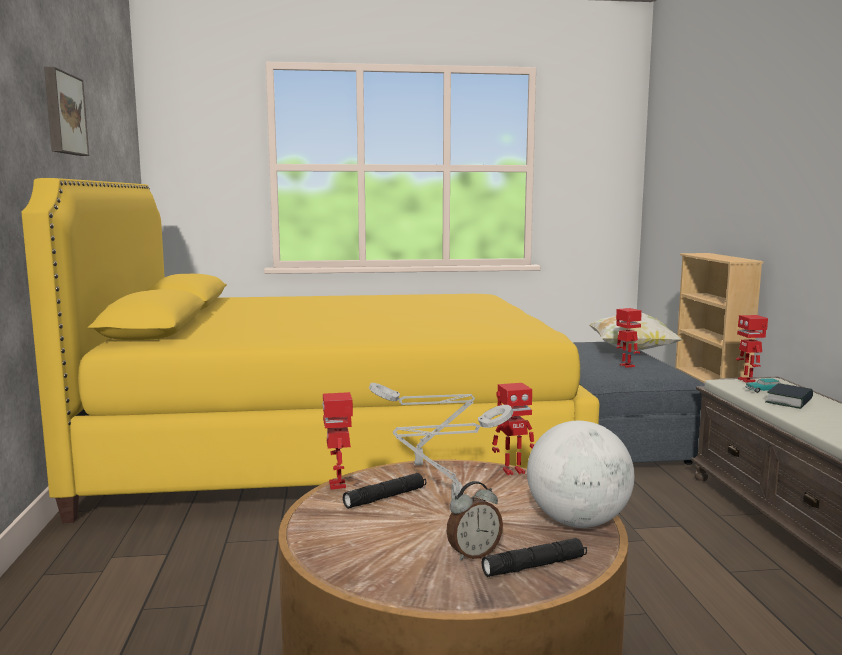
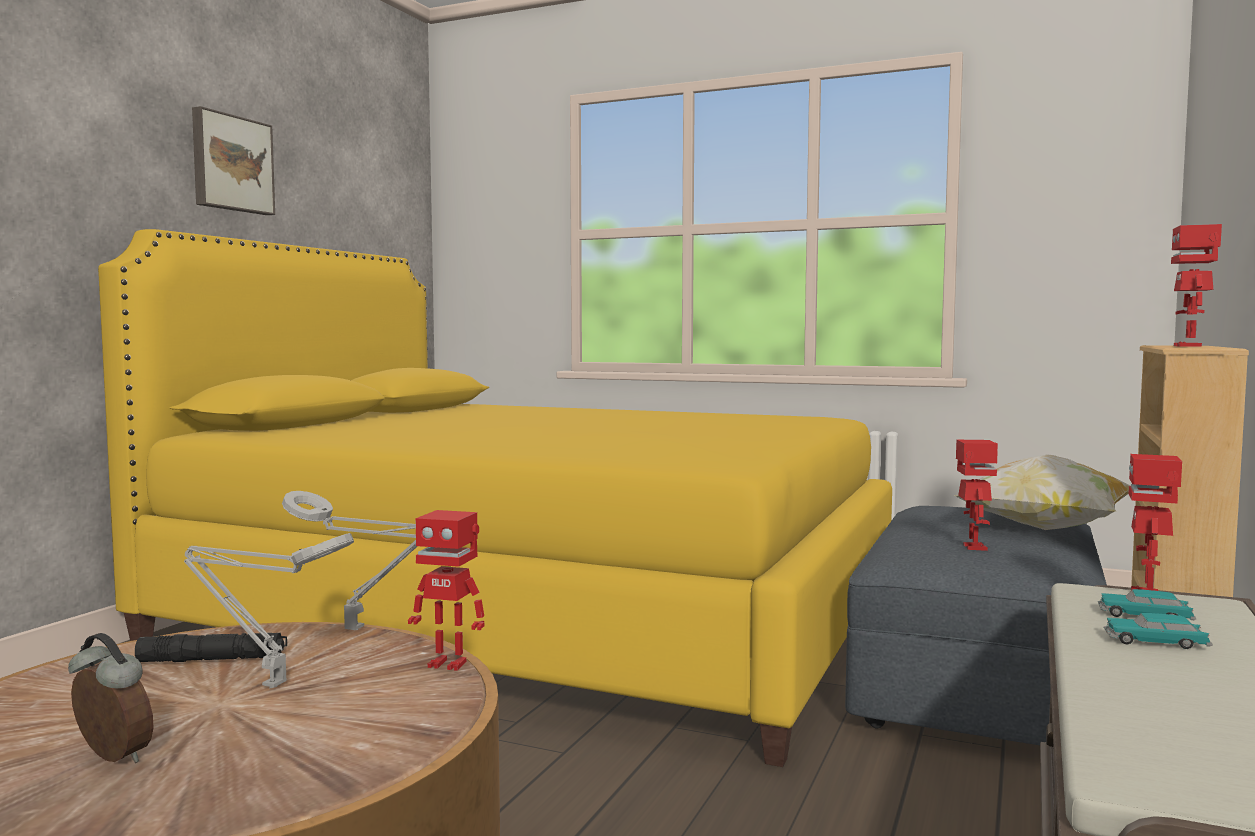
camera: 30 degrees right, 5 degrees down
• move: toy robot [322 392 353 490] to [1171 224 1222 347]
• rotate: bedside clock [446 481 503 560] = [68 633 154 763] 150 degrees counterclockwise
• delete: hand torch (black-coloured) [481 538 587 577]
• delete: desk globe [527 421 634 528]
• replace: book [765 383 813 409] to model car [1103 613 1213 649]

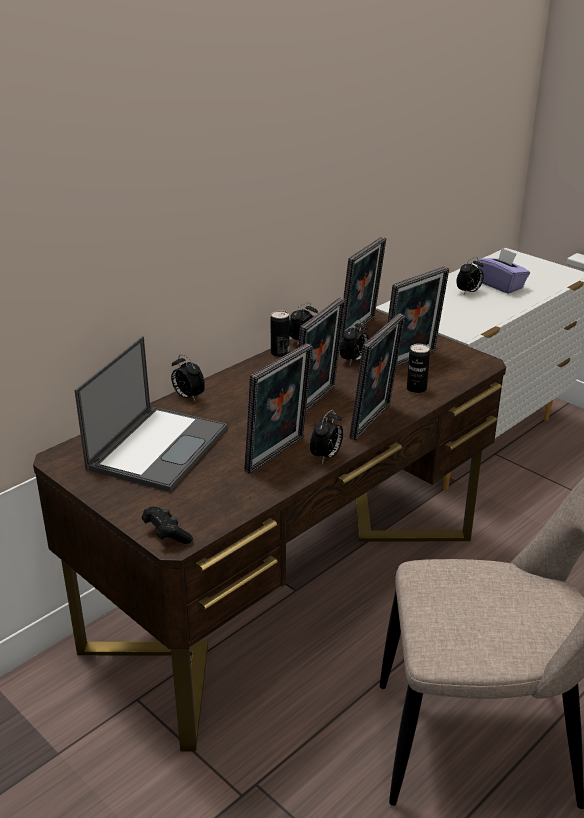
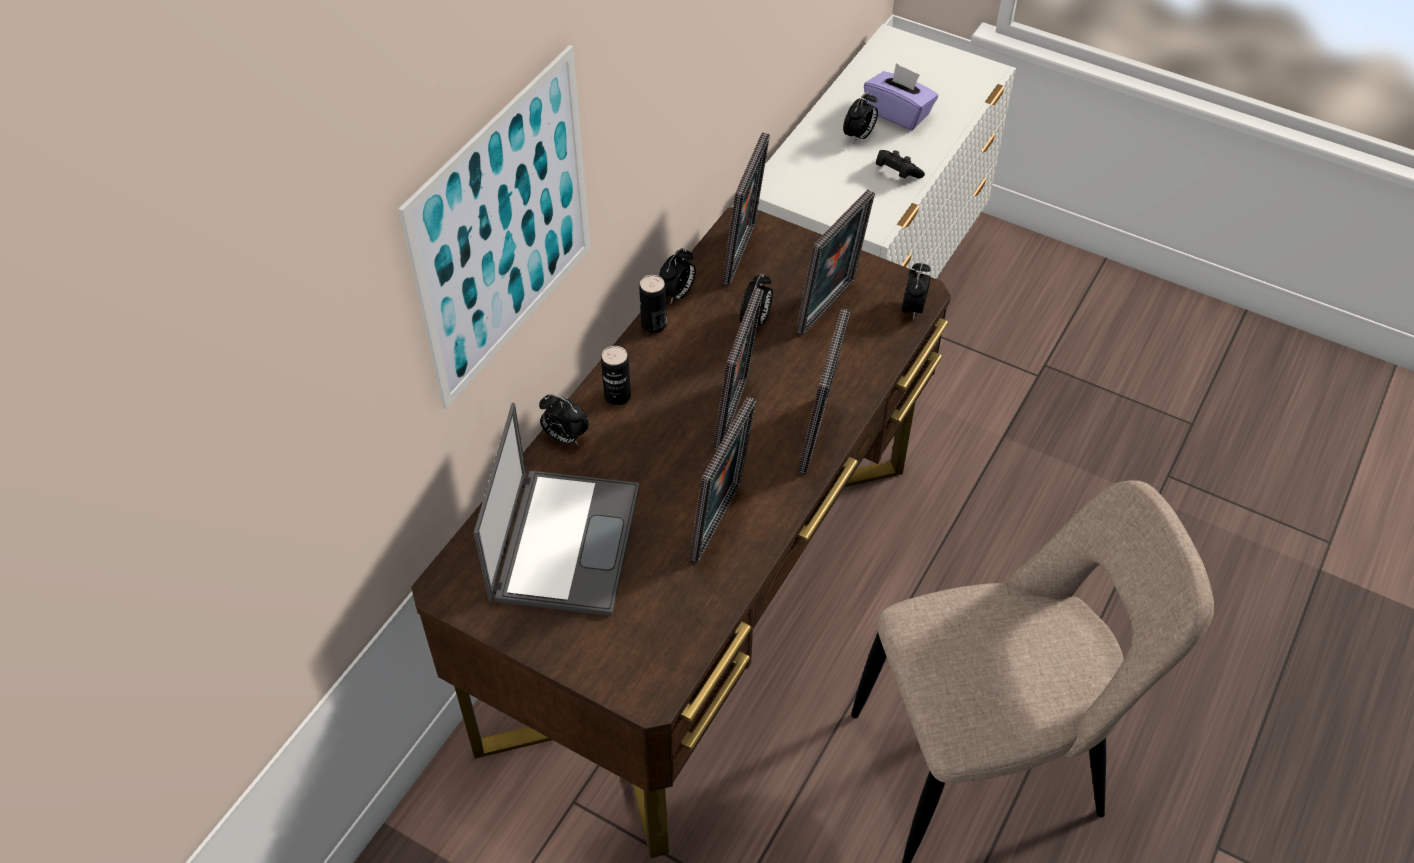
camera: 15 degrees left, 20 degrees up
• move: game controller (black-coloured) [142 506 193 544] to [875 150 925 179]
• move: bedside clock [310 410 343 463] to [902 262 931 320]
• move: can [407 344 430 394] to [601 346 631 405]
• insert: wall picture [398 45 590 409]

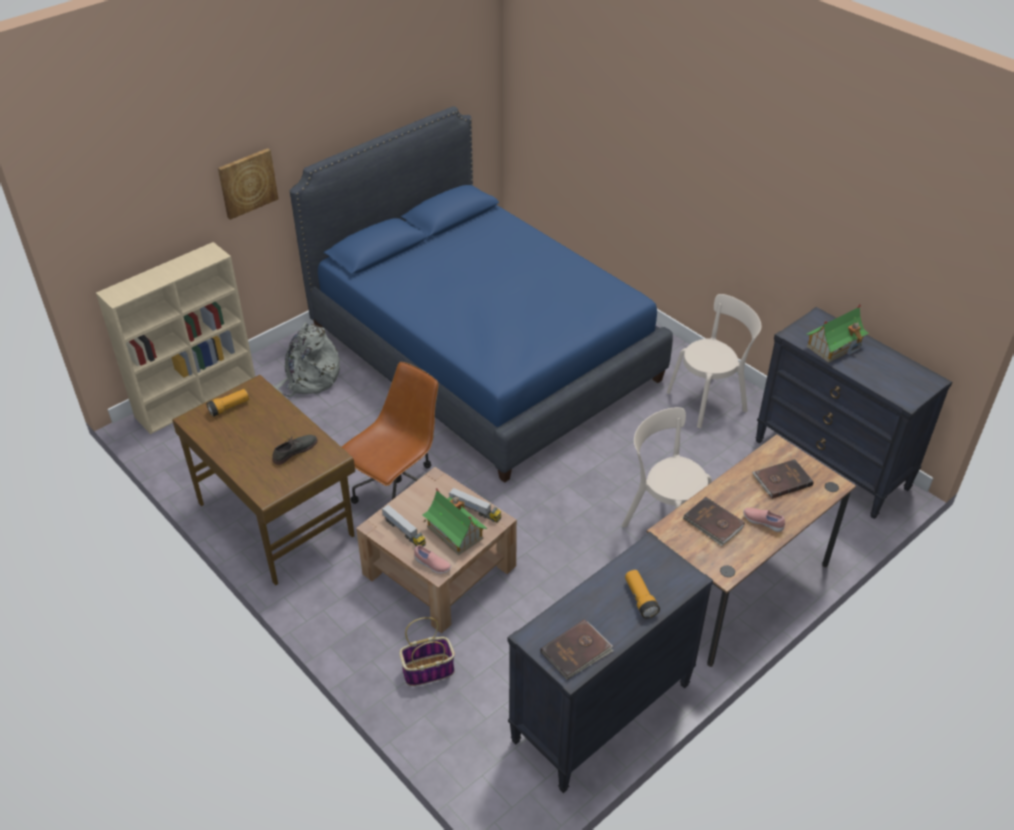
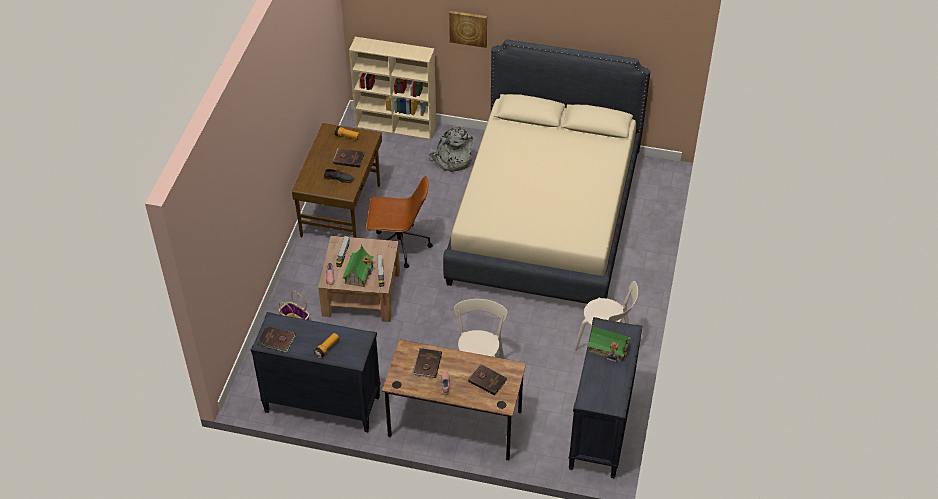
camera: 55 degrees right, 5 degrees up
• recolor: bed (bluish) [290 106 673 483] to bed (sand-coloured) [443 39 651 304]
• insert: book (brown) [333 148 365 168]

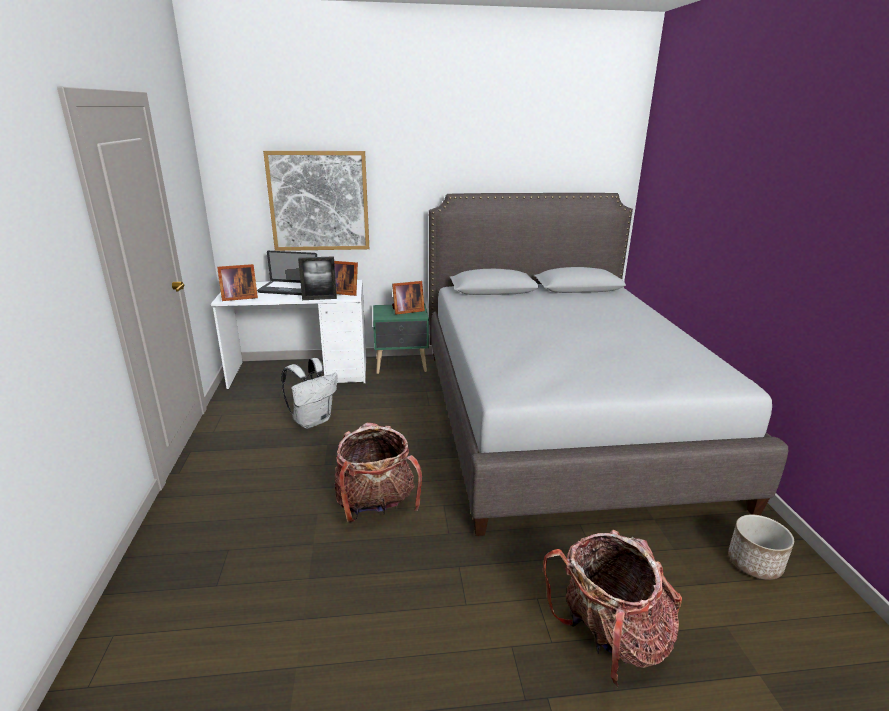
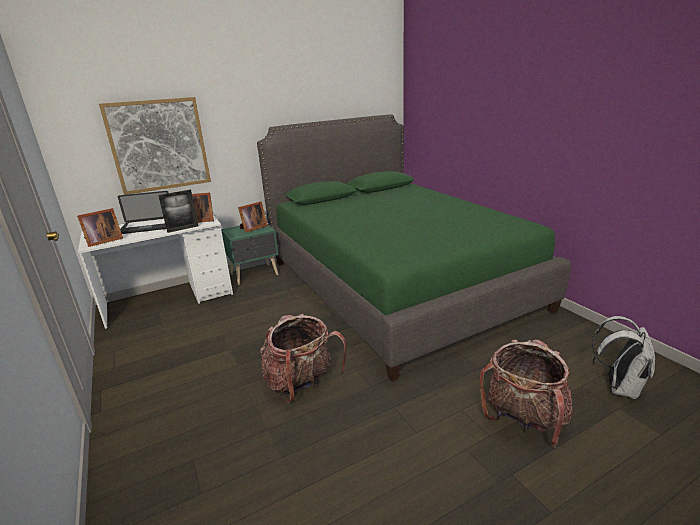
camera: 20 degrees left, 0 degrees up
• move: knapsack (white-coloured) [281 358 338 429] to [592 316 655 399]
• recolor: bed (gray) [429 193 788 536] to bed (green-coloured) [257 114 571 382]
• delete: flower pot [728 514 794 580]

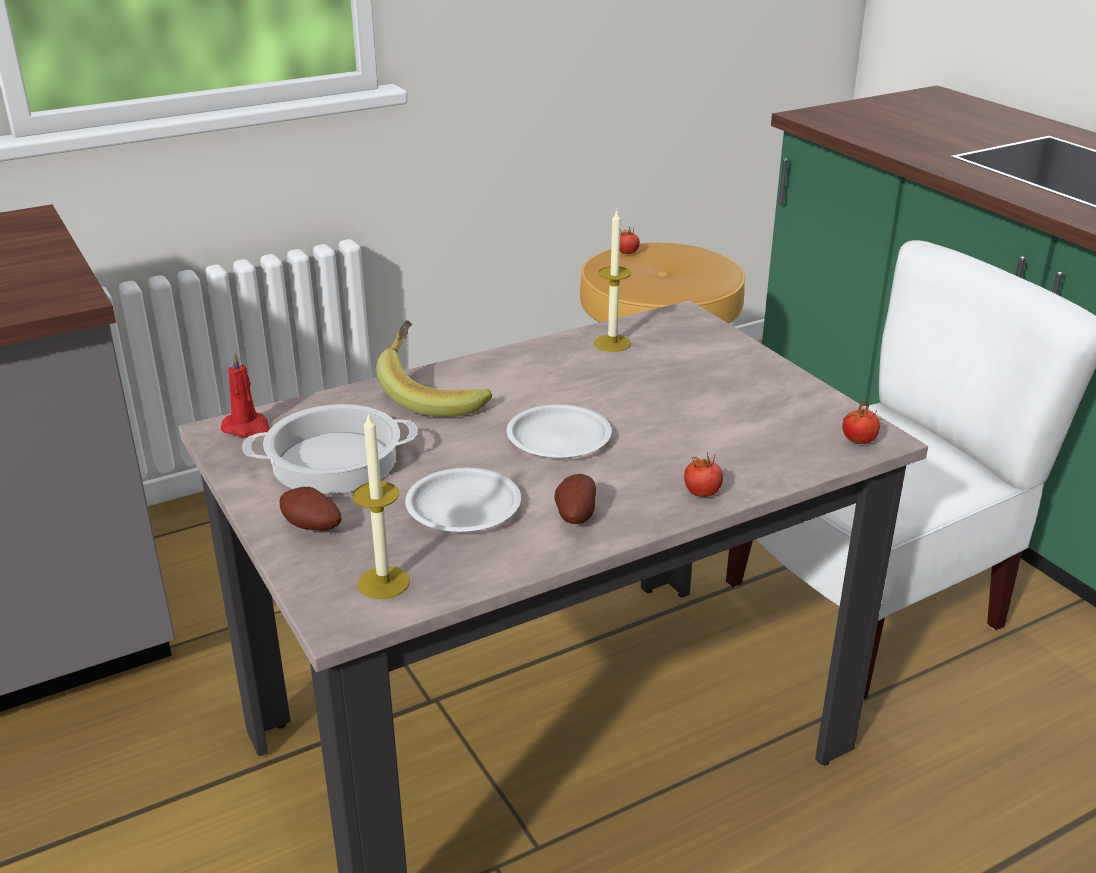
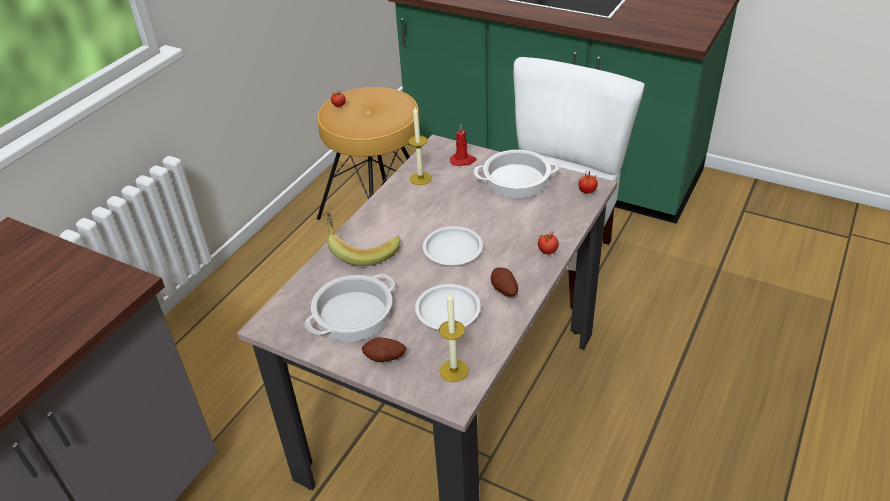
camera: 30 degrees left, 10 degrees up
• move: wax candle (red-coloured) [221 351 270 438] to [450 125 476 166]
• insert: cooking pot [474 150 560 198]

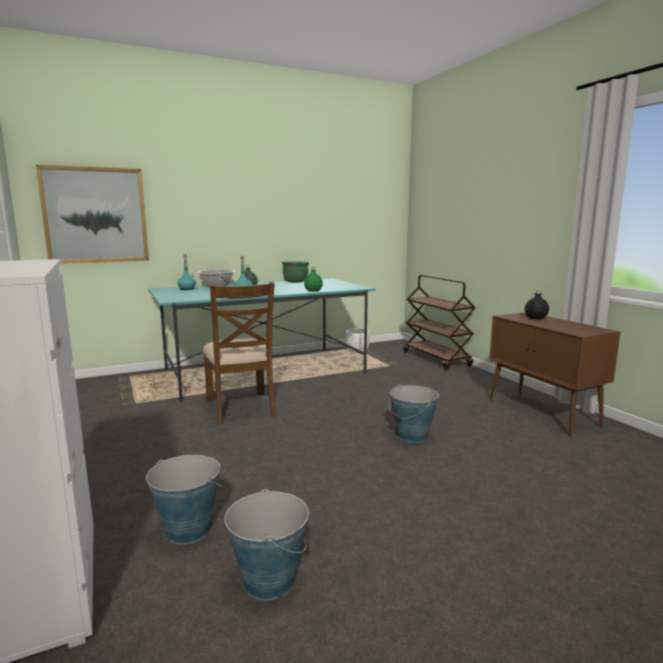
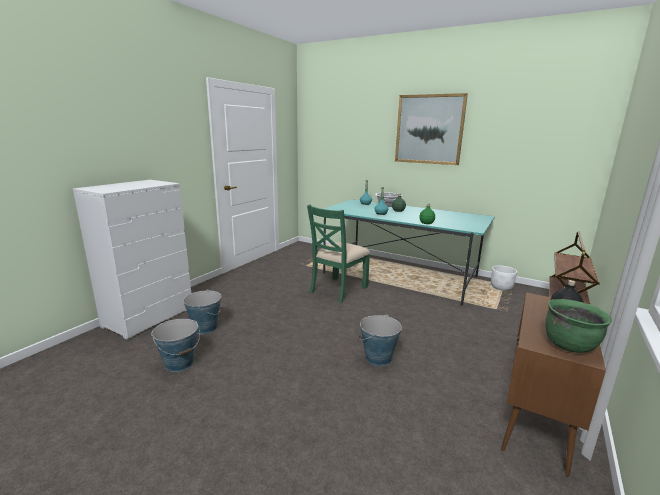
camera: 55 degrees right, 5 degrees up
• move: wall picture [36 165 149 264] to [395 93 468 165]
• recolor: plain chair (brown) [203 282 276 425] to plain chair (green-coloured) [307 205 370 303]
• move: cooking pot (green-coloured) [282 261 309 283] to [546 299 612 353]

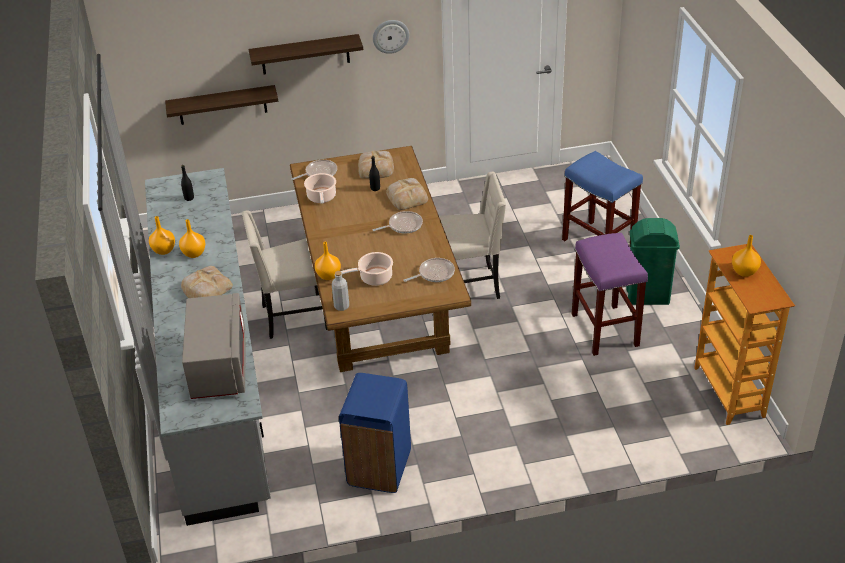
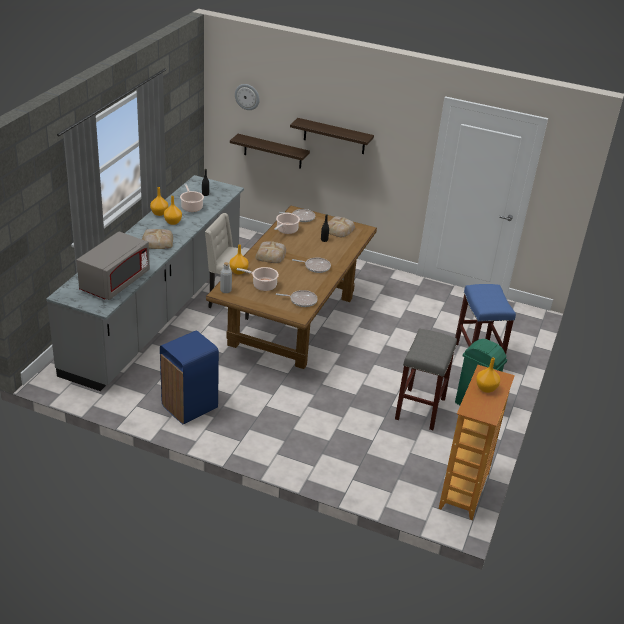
camera: 30 degrees right, 5 degrees down
• move: clock on the wall [373 20 409 54] to [235 84 260 110]
• move: bread [386 178 428 210] to [255 242 286 263]
• delete: plain chair (sand-coloured) [439 172 506 299]
• recolor: sitting stool (purplish) [572 233 648 356] to sitting stool (gray) [395 329 457 430]
• insert: cooking pot [180 184 204 212]

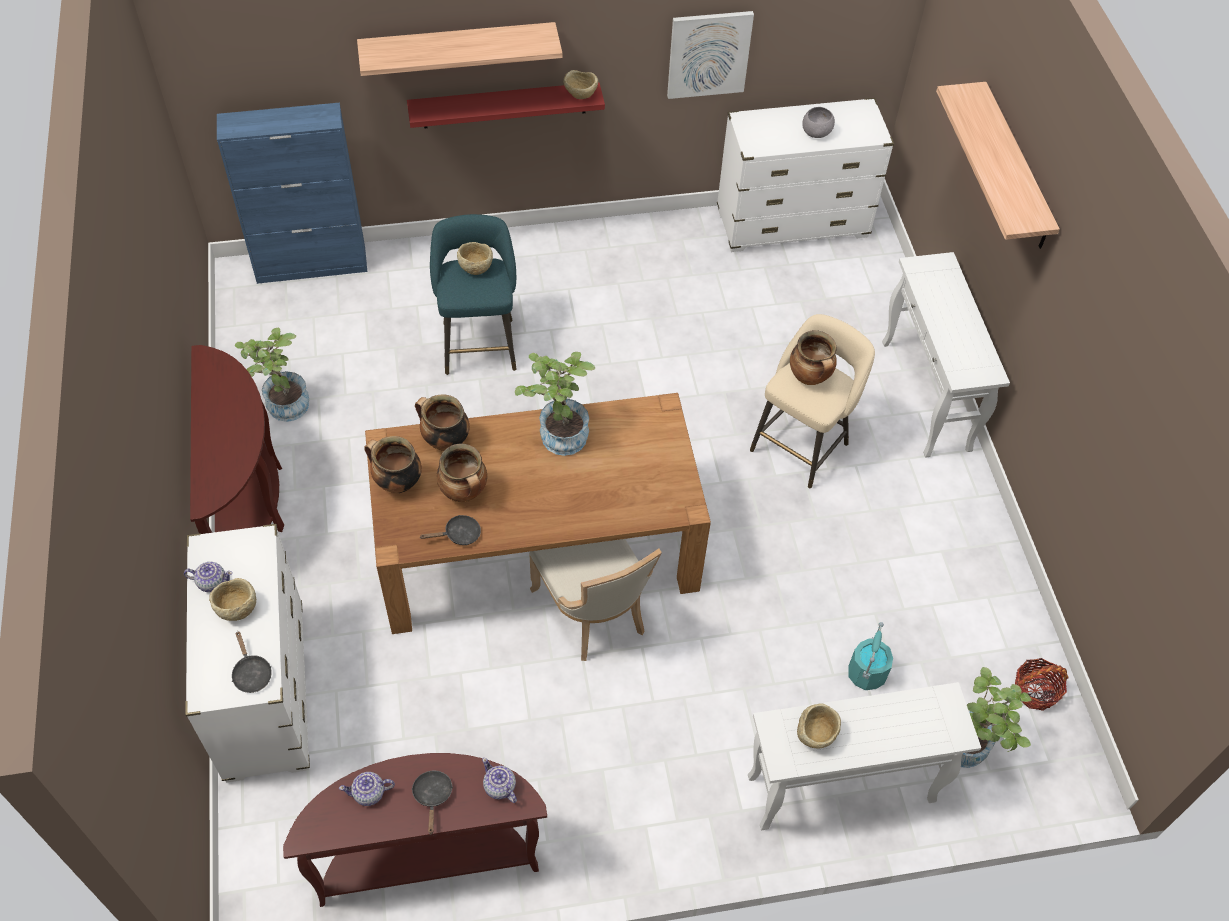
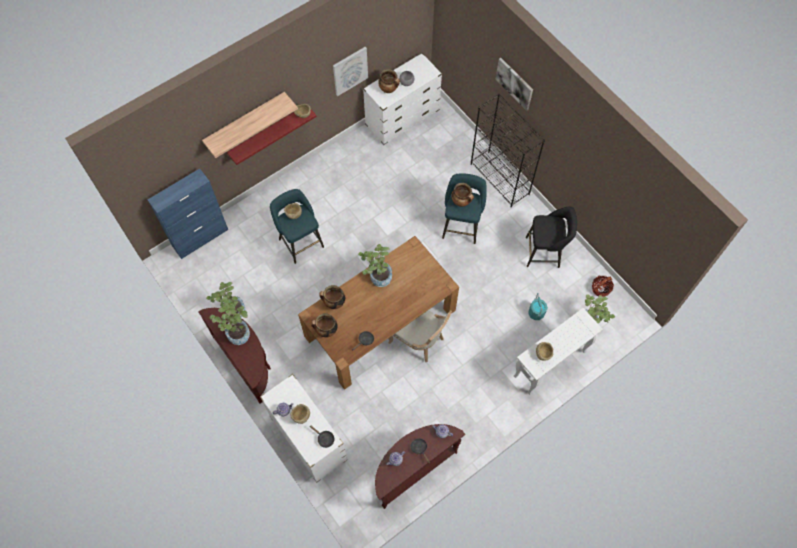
camera: 25 degrees left, 10 degrees up
• move: cooking pot [437 444 487 502] to [378 69 400 93]
• recolor: sitting stool (sand-coloured) [750 314 875 488] to sitting stool (turquoise) [442 173 487 244]
• replace: console table (white-coloured) [882 252 1010 458] to bookshelf (black-coloured) [471 94 545 208]
• replace: bracket shelf [936 82 1060 249] to wall picture [495 58 533 111]
• insert: potted plant [209 299 250 345]
• insert: sitting stool (black-coloured) [526 206 577 268]

